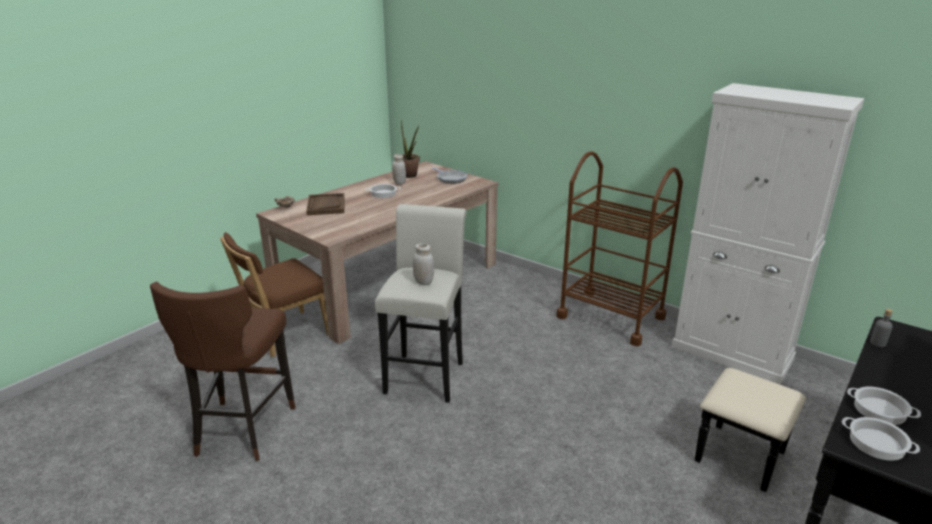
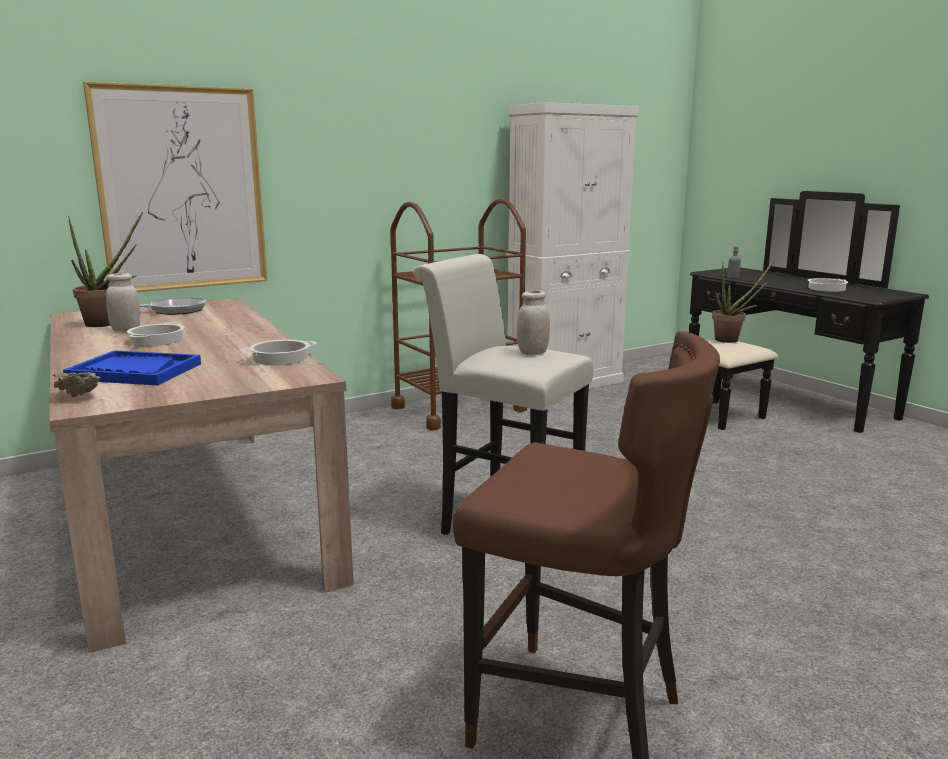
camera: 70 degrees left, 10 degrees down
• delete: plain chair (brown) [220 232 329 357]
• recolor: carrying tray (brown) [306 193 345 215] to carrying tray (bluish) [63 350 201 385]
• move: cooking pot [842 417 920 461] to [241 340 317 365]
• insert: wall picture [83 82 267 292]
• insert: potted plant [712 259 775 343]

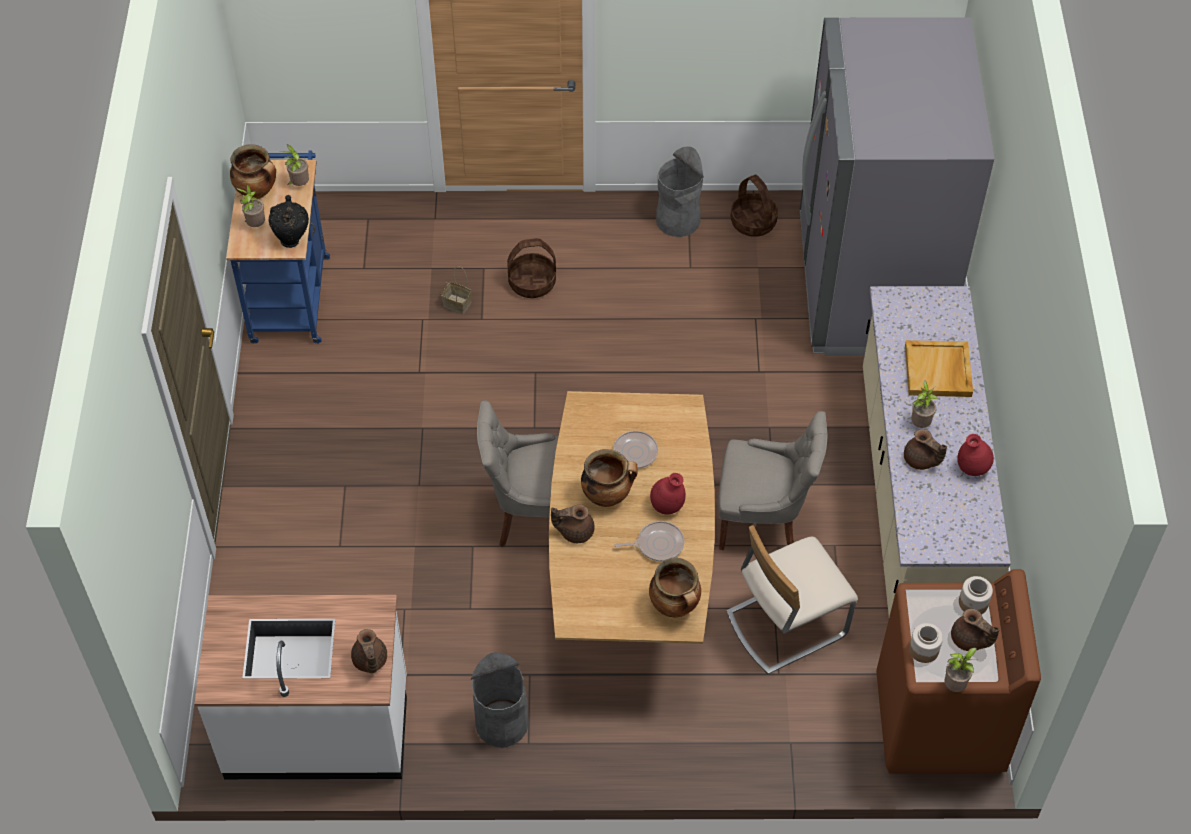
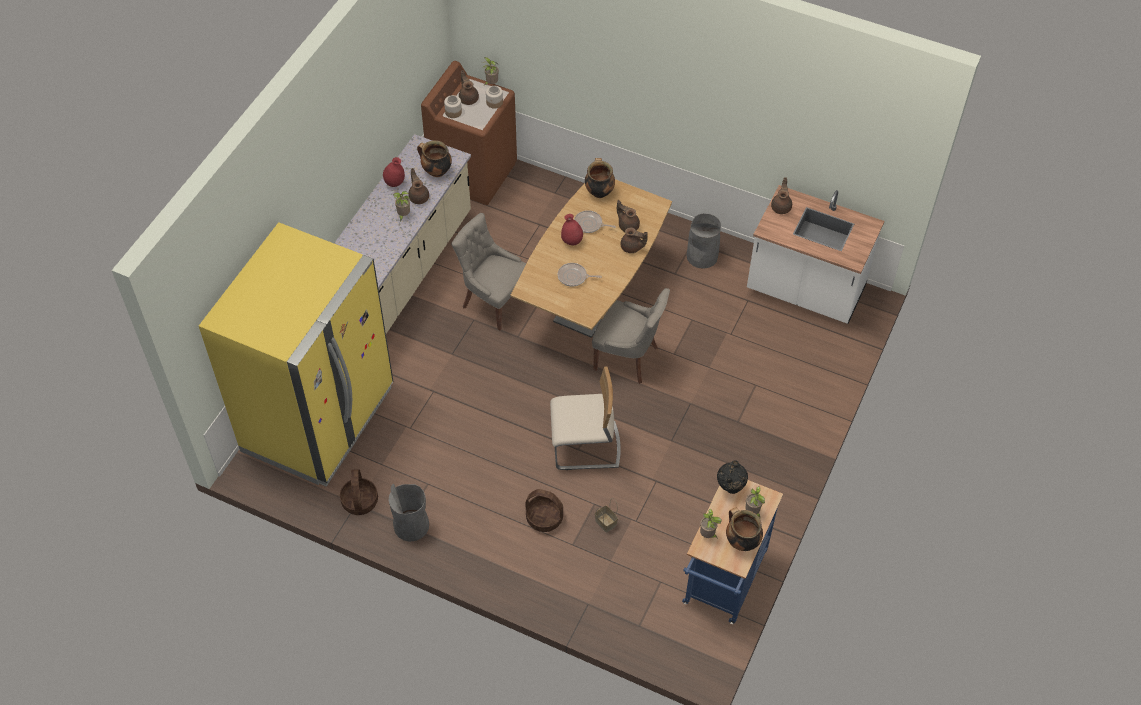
camera: 155 degrees left, 0 degrees up
• move: cooking pot [581 449 638 507] to [417 140 452 177]
• move: plain chair (sand-coloured) [727 525 858 674] to [550 367 621 470]
• recolor: fridge (gray) [800 17 994 356] to fridge (yellow-coloured) [199 222 393 487]
• delete: carrying tray (sand-coloured) [905 340 973 397]
• insert: tea pot (brown) [617 200 640 232]

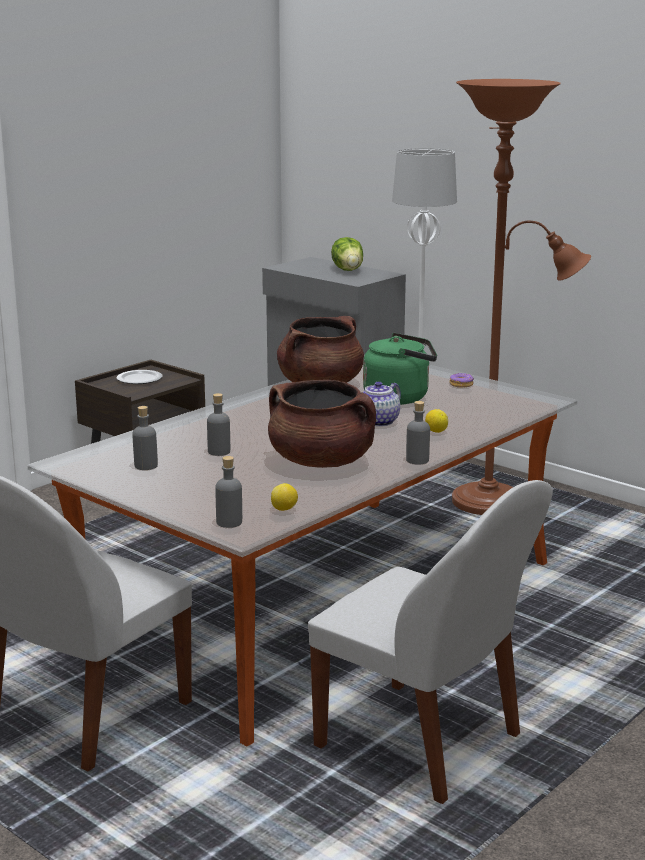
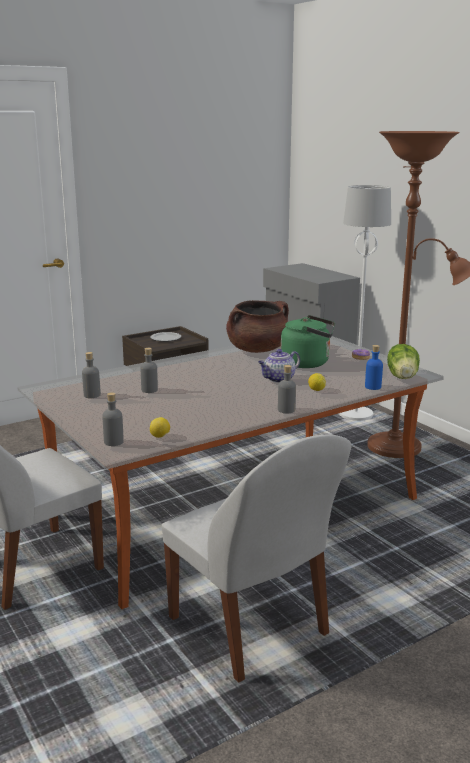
camera: 15 degrees right, 0 degrees up
• delete: cooking pot (brown) [268 380 376 468]
• move: head of lettuce [331 237 363 271] to [387 344 420 379]
• insert: beverage bottle (bluish) [365 345 383 390]

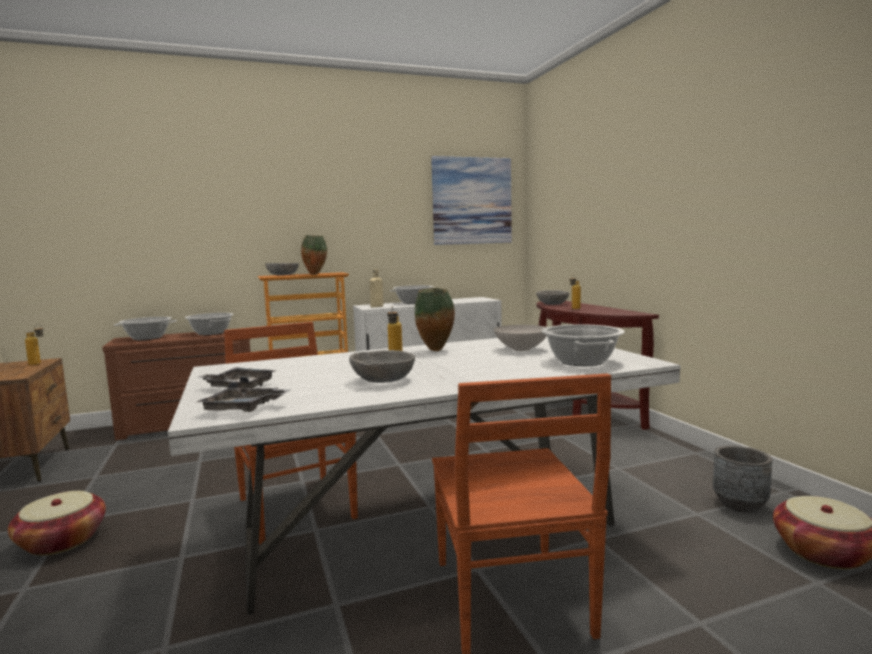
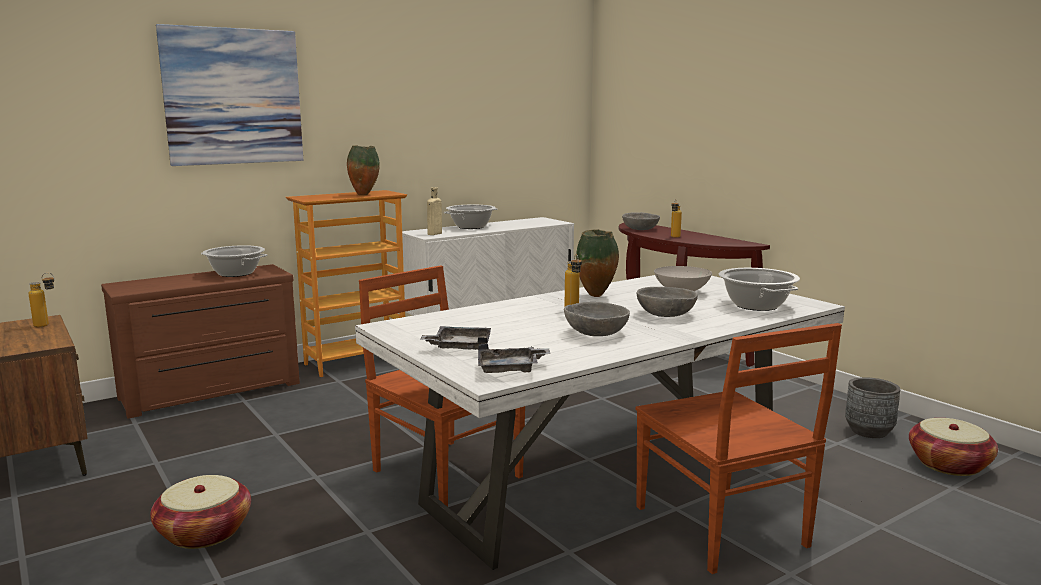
camera: 15 degrees left, 5 degrees up
• delete: cooking pot [114 317 177 340]
• move: serving bowl (gray) [265 263 299 275] to [637 287 698 317]
• move: wall picture [431 156 512 245] to [156 24 303 166]

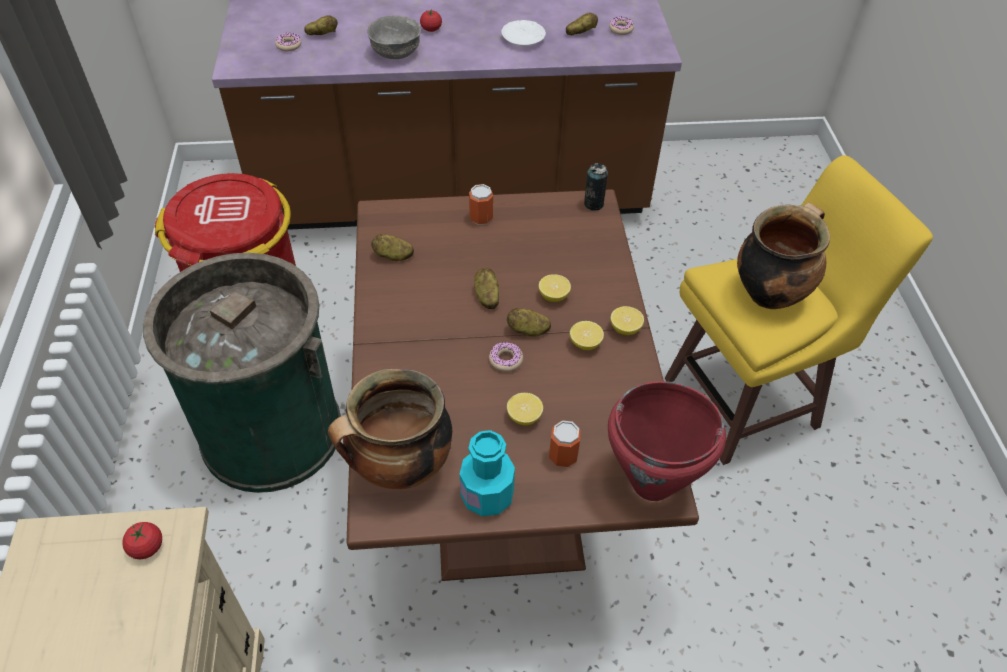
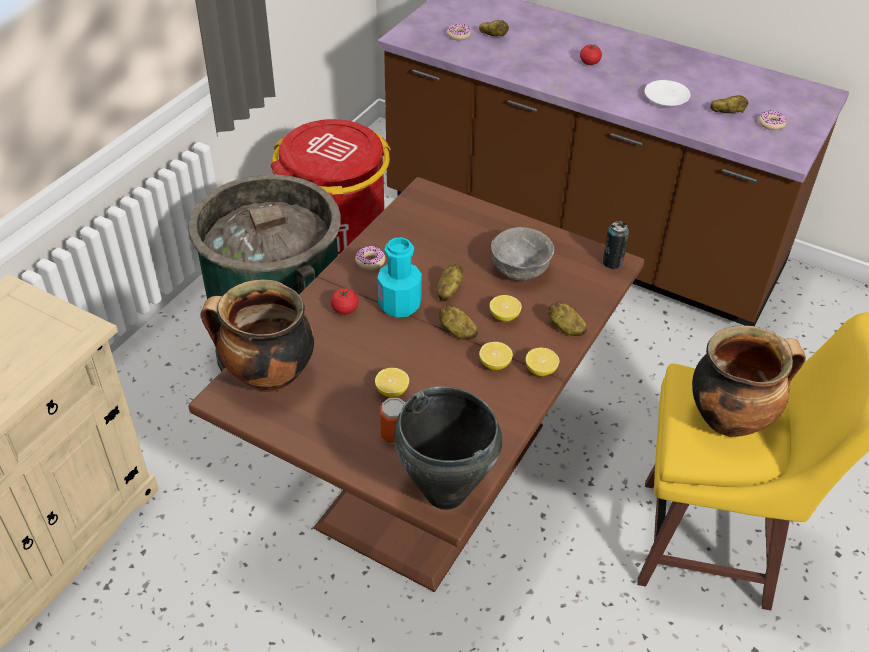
camera: 35 degrees right, 5 degrees down
• move: tomato [122 522 162 559] to [331 288 359 314]
• move: serving bowl (gray) [367 15 421 59] to [491 227 554 281]
• move: potato [371 234 414 261] to [548 301 587 336]
• move: beverage bottle (turquoise) [460 430 515 516] to [377 237 422 318]
• delete: can [469 184 493 225]
• move: doughnut [489 342 523 372] to [355 246 385 270]
• recolor: cooking pot (red-coloured) [608 381 726 501] to cooking pot (black-coloured) [394 386 502 510]

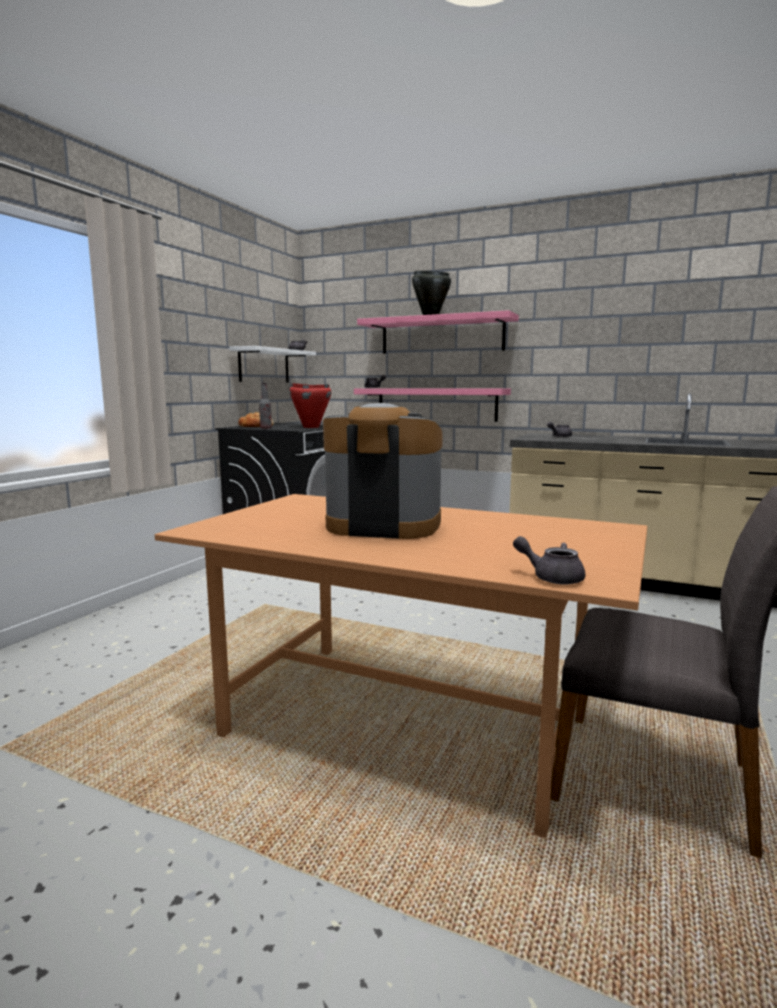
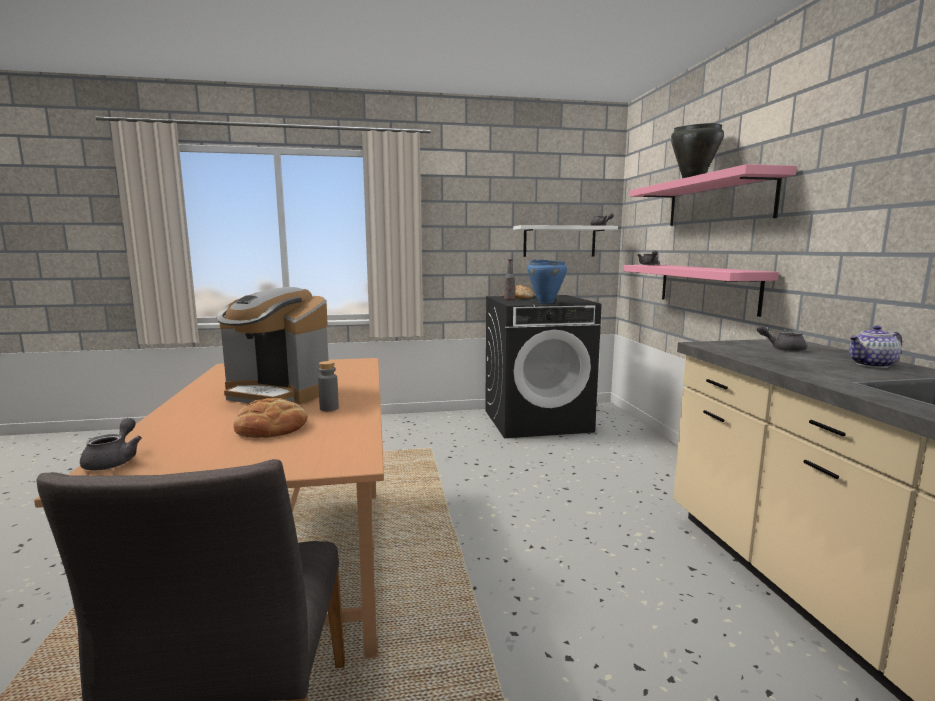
camera: 55 degrees right, 0 degrees up
• recolor: cooking pot (red-coloured) [290 383 331 428] to cooking pot (bluish) [528 259 567 303]
• rotate: coffee brewer [323 403 443 539] = [216 287 329 404] 135 degrees clockwise
• insert: bread [233 398 308 438]
• insert: beverage bottle (gray) [318 361 339 411]
• insert: tea pot [849 325 902 368]

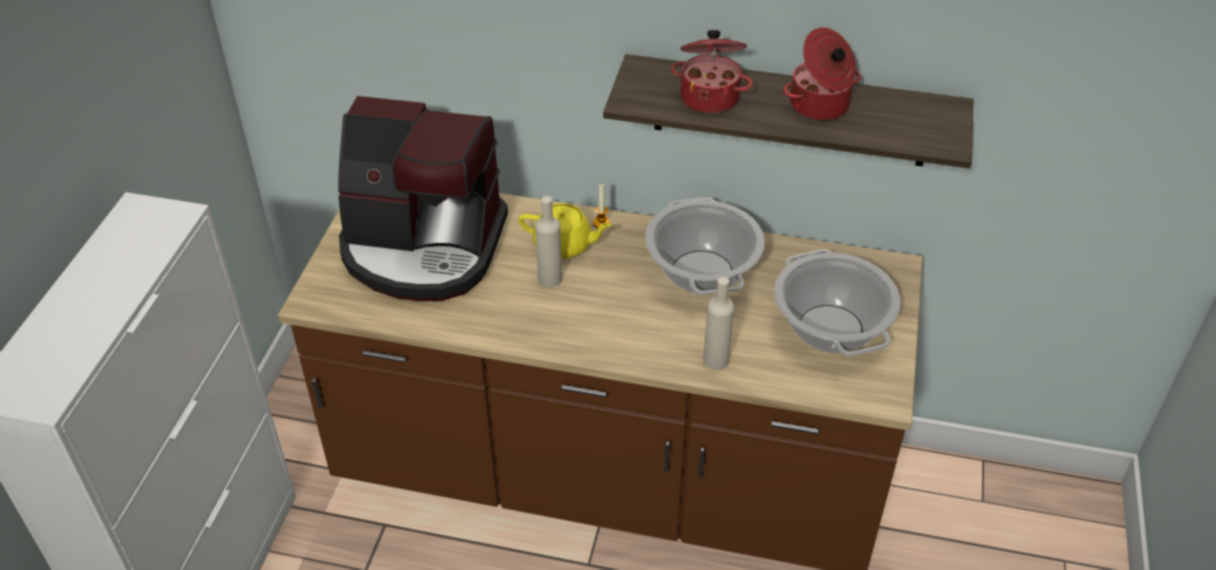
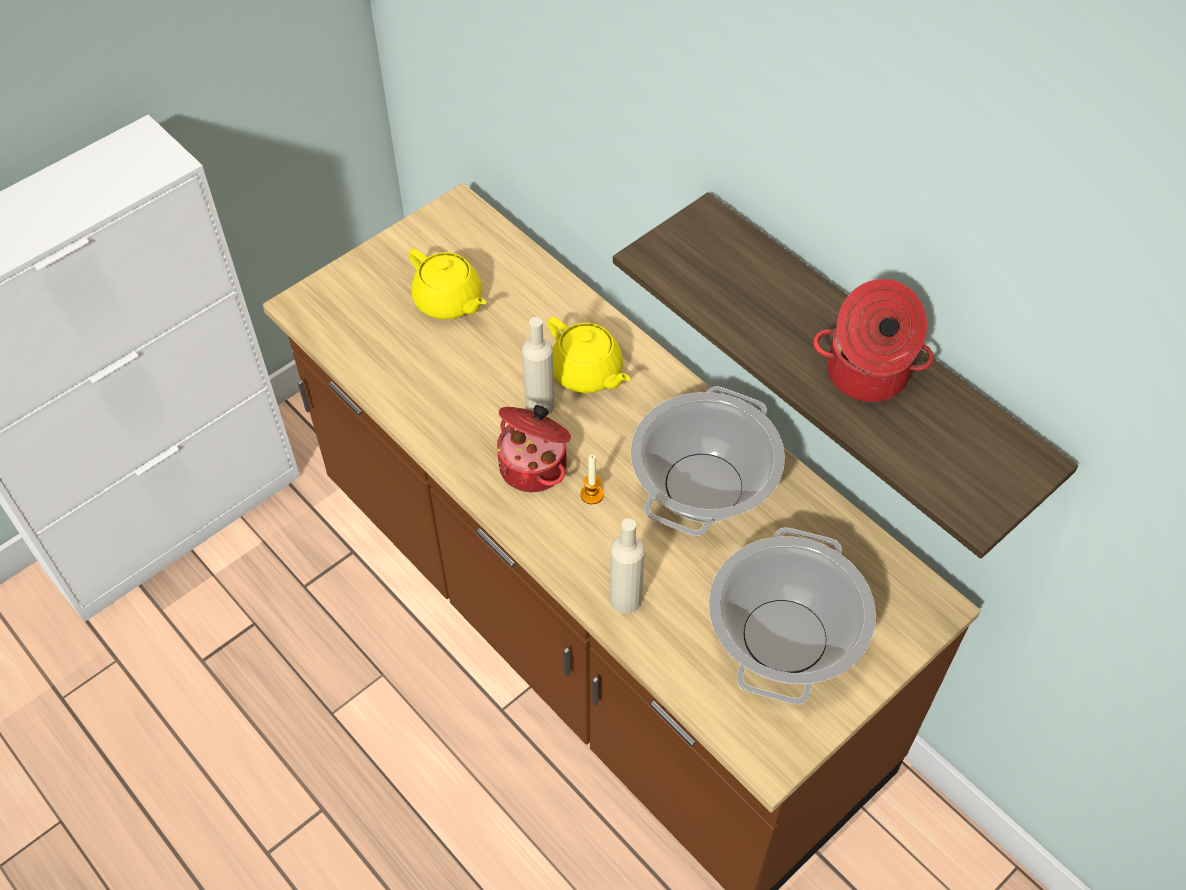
camera: 35 degrees right, 10 degrees up
• replace: coffee brewer [338 96 508 301] to tea pot (yellow-coloured) [409 249 487 320]
• move: wax candle [593 183 610 228] to [581 454 604 504]
• move: cooking pot [671 30 753 114] to [497 405 571 492]

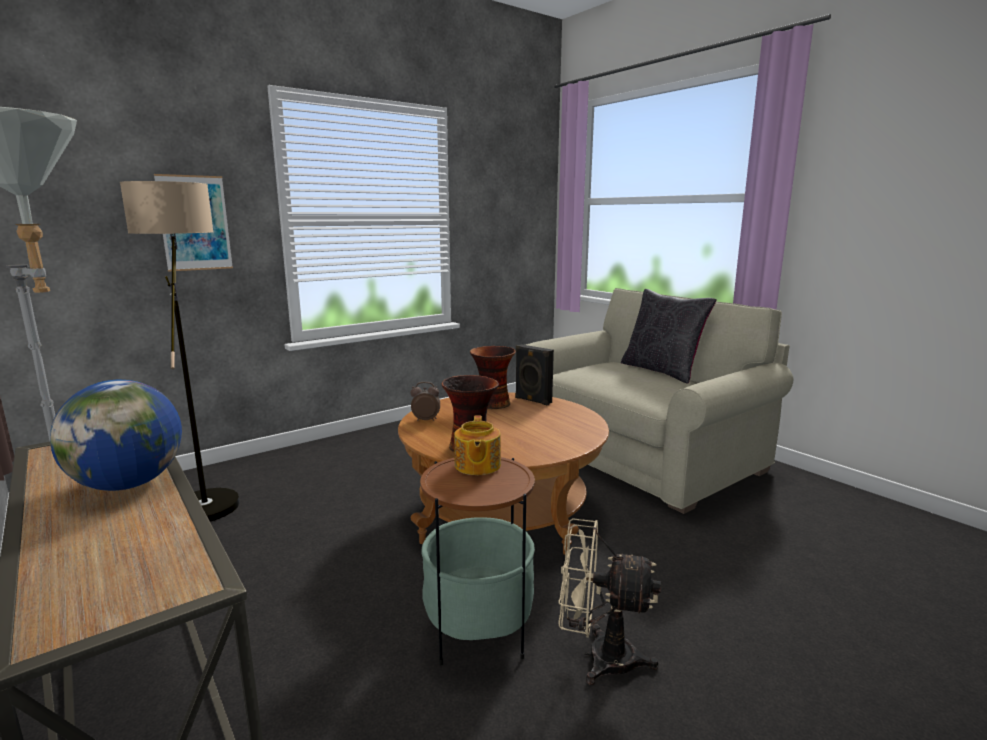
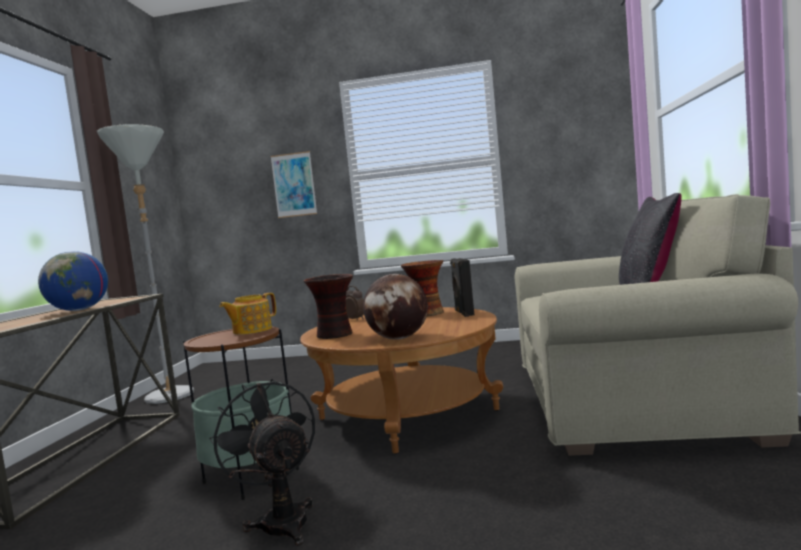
camera: 45 degrees right, 10 degrees down
• delete: floor lamp [120 181 240 521]
• recolor: cooling fan (sand-coloured) [558 518 661 685] to cooling fan (black-coloured) [210 379 315 546]
• insert: desk globe [363 274 428 340]

